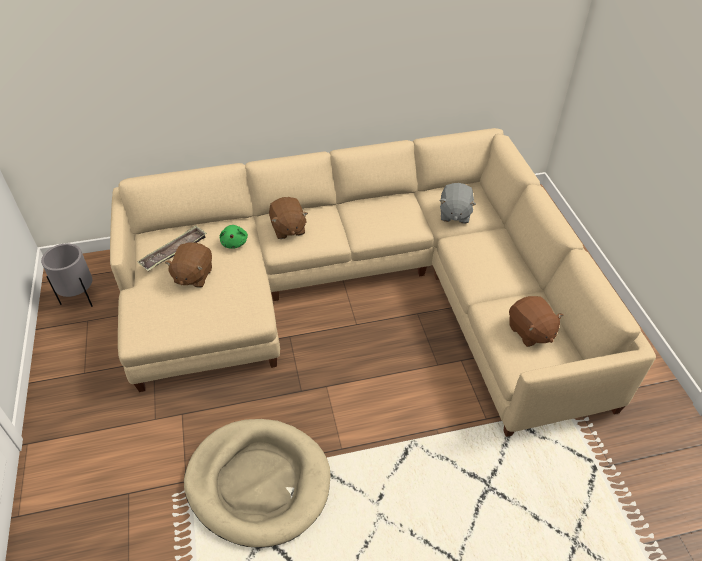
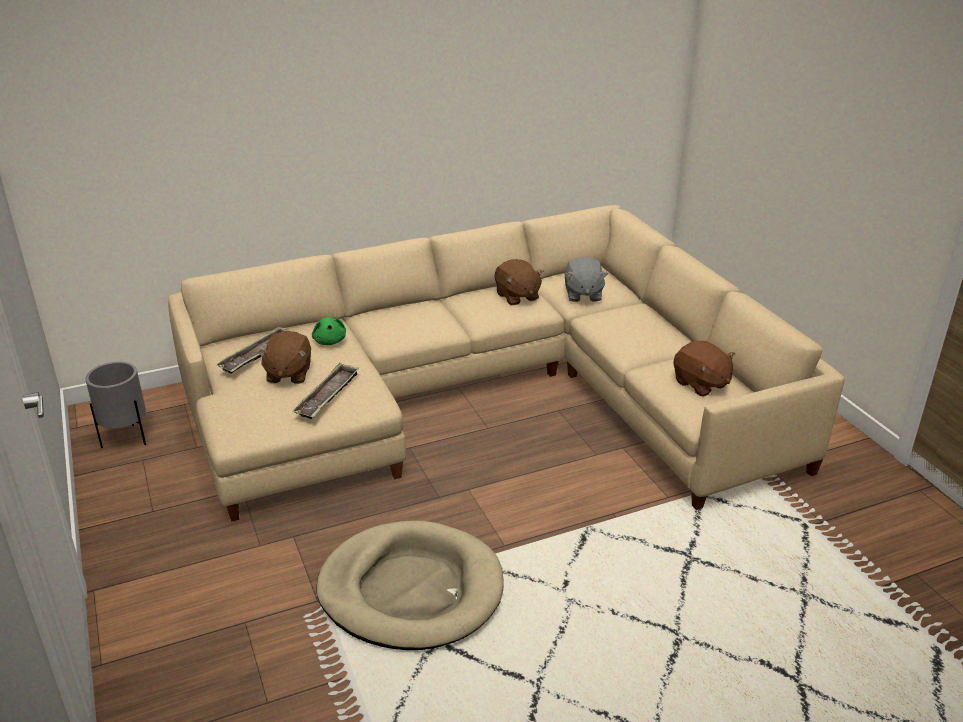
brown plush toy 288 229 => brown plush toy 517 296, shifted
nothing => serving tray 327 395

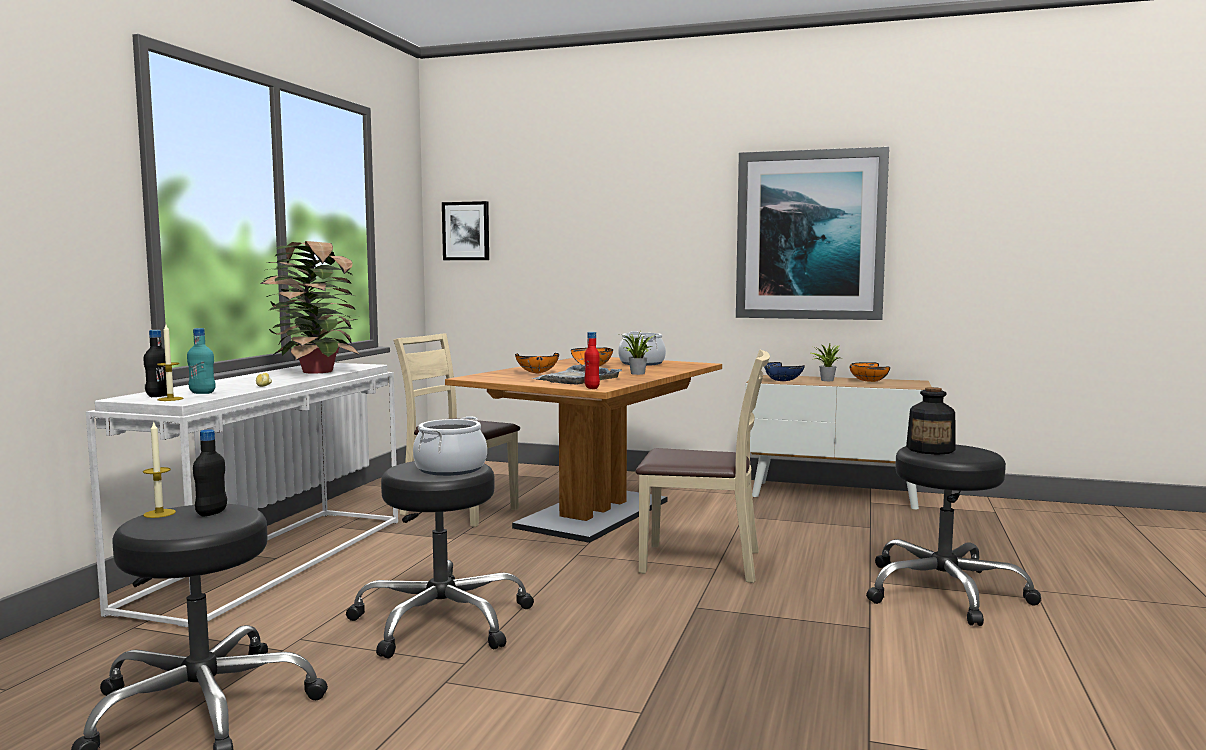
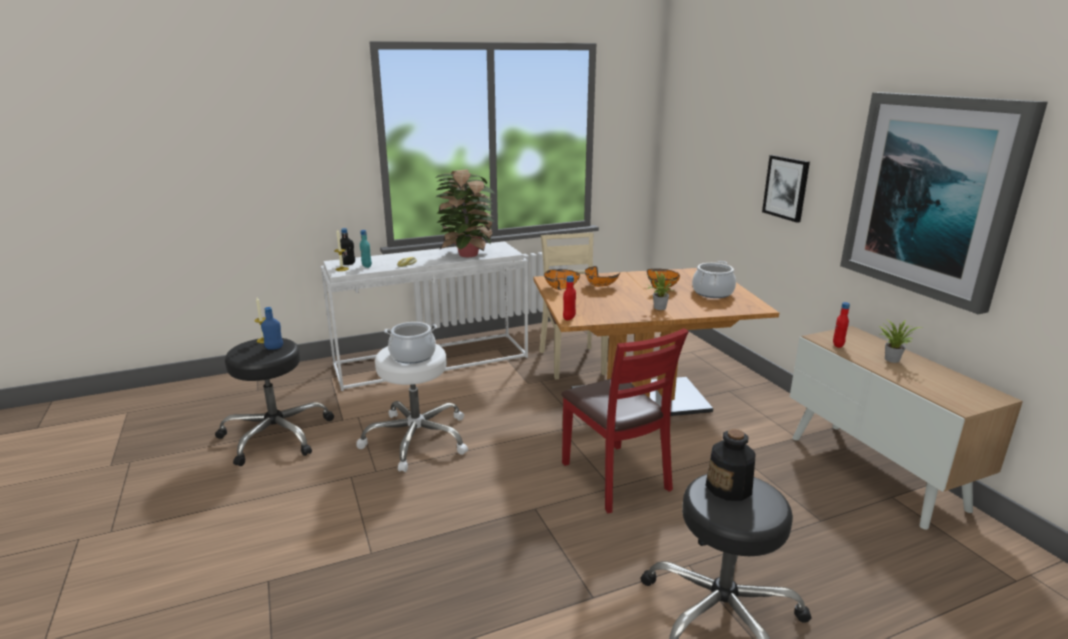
black-coloured drink bottle 212 513 => bluish drink bottle 274 348
black-coloured stool 442 621 => white-coloured stool 416 439
wall art 466 231 => wall art 786 188, shifted
greyish serving tray 577 379 => nothing
beige upright chair 702 562 => reddish upright chair 615 477
bluish serving bowl 780 381 => reddish drink bottle 838 345
orange-coloured serving bowl 867 381 => orange-coloured serving bowl 558 288, shifted

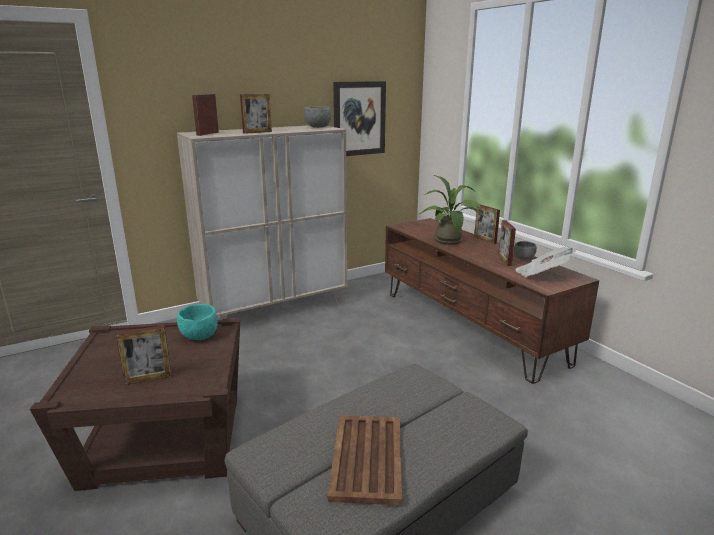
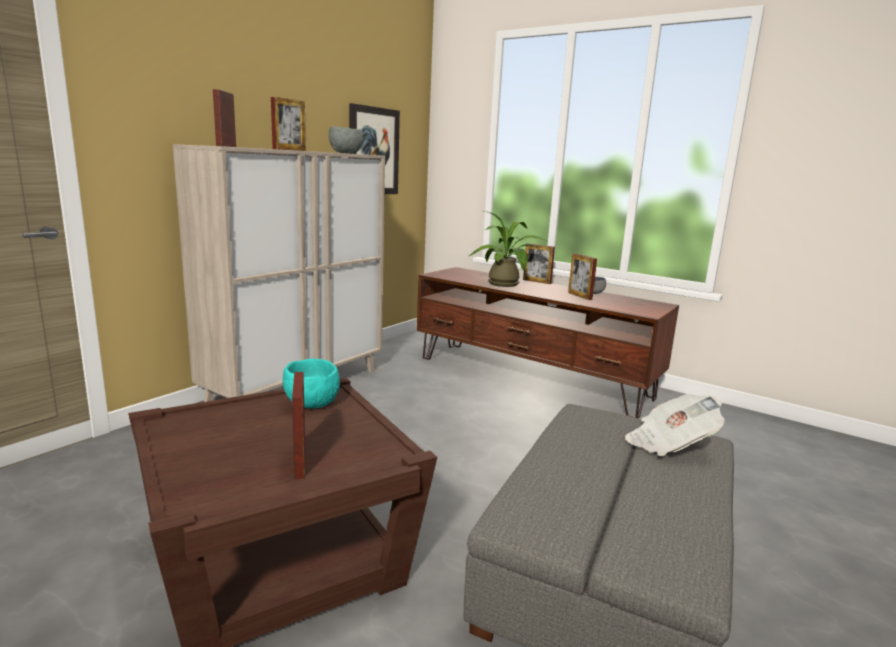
standing frame 148 379 => standing frame 300 461, 120 degrees clockwise
brown serving tray 366 458 => nothing
newspaper 541 275 => newspaper 669 444, shifted

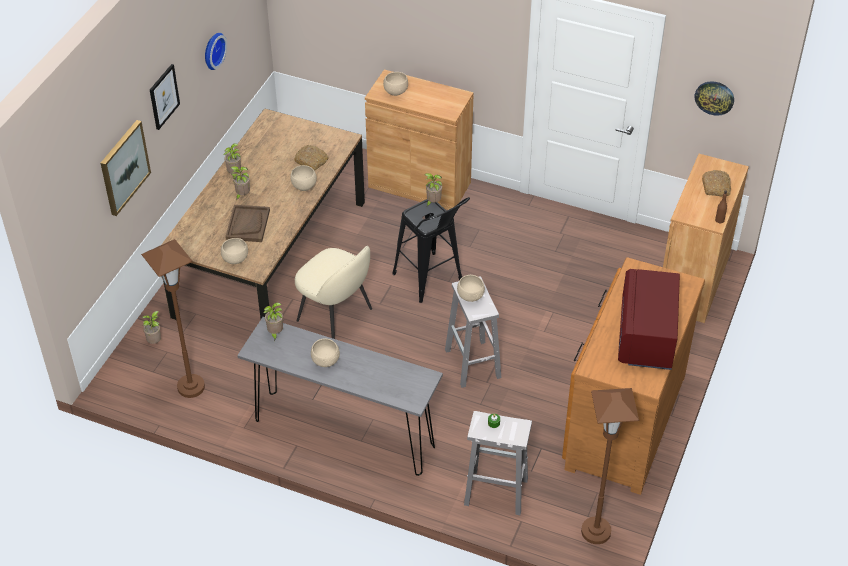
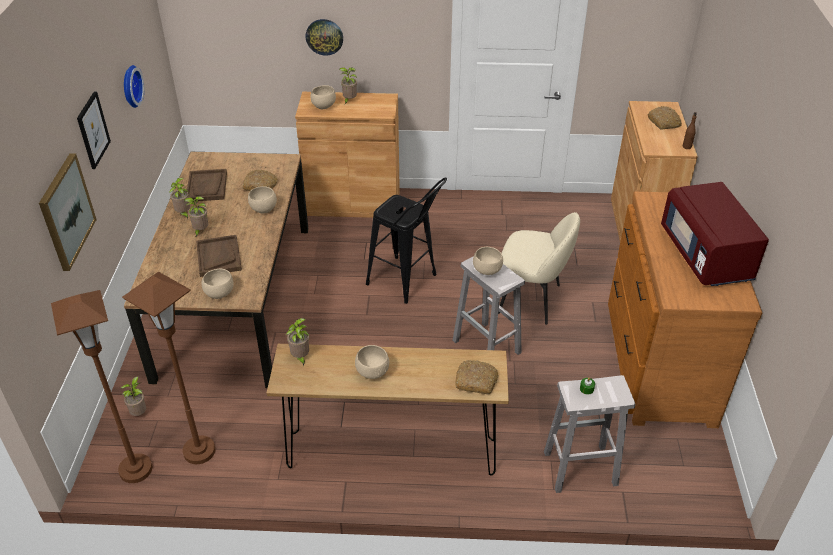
greyish narrow table 344 434 => brown narrow table 391 453
beige upright chair 336 315 => beige upright chair 531 299, shifted
potted plant 433 202 => potted plant 349 101, shifted
brown floor lamp 596 531 => brown floor lamp 136 469, shifted
clock on the wall 714 97 => clock on the wall 324 37, shifted
nothing => brown serving tray 207 187
nothing => bakery bread 476 381

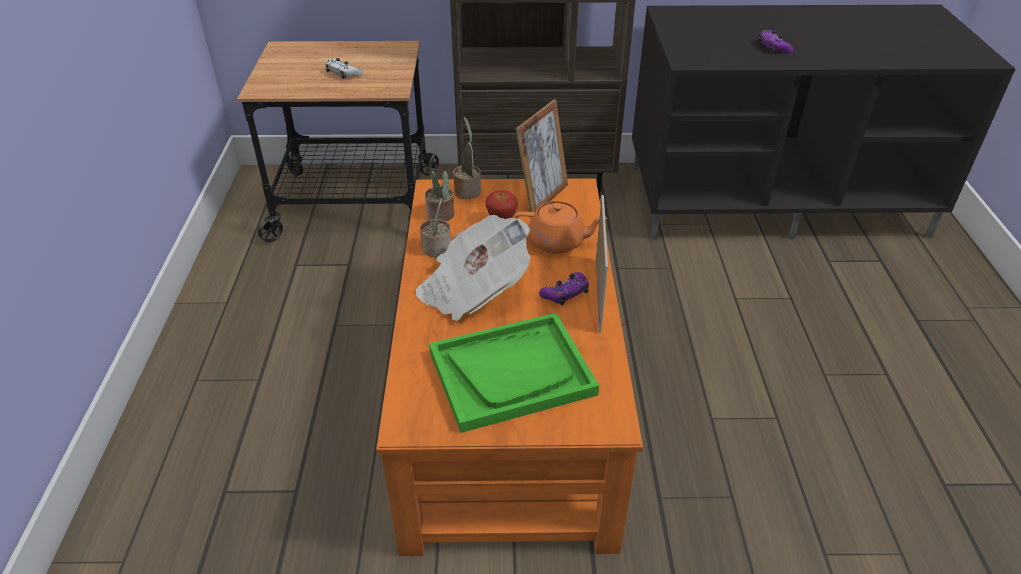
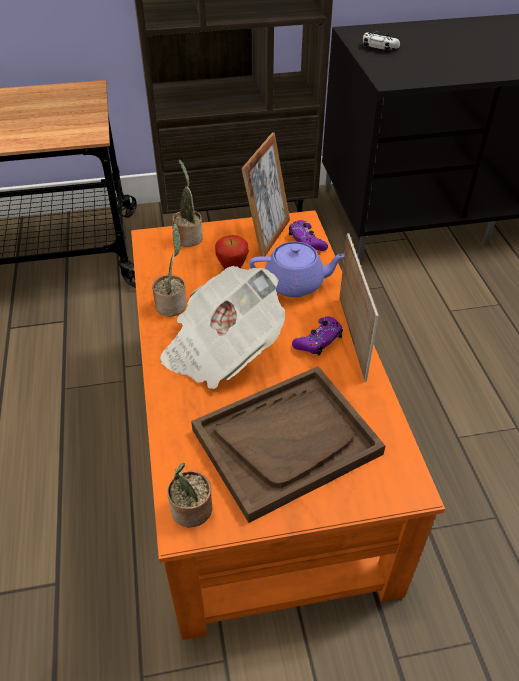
white-coloured joypad 343 73 => white-coloured joypad 379 47, shifted
potted plant 440 215 => potted plant 191 511, shifted
green-coloured serving tray 512 373 => brown serving tray 286 441
orange-coloured pot for tea 557 242 => purple pot for tea 295 284
purple joypad 773 47 => purple joypad 306 241, shifted

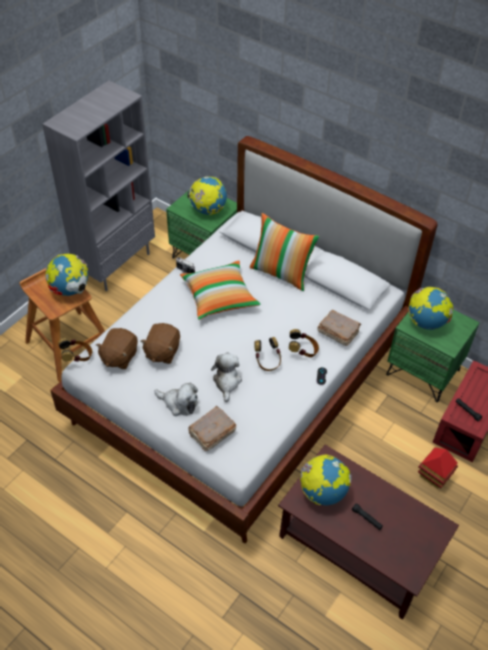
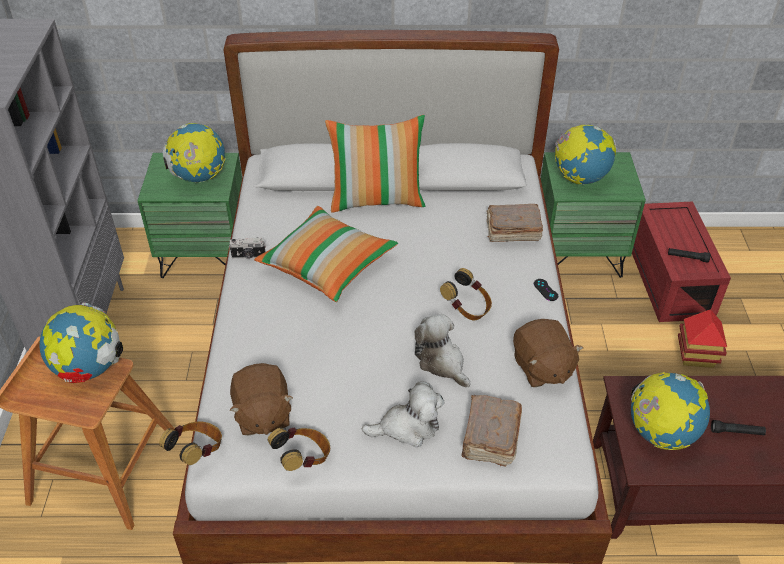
brown plush toy 162 352 => brown plush toy 541 368, shifted
headphones 303 351 => headphones 303 458, shifted

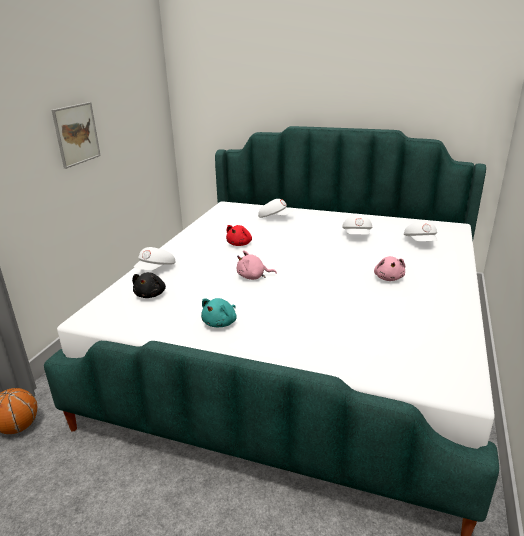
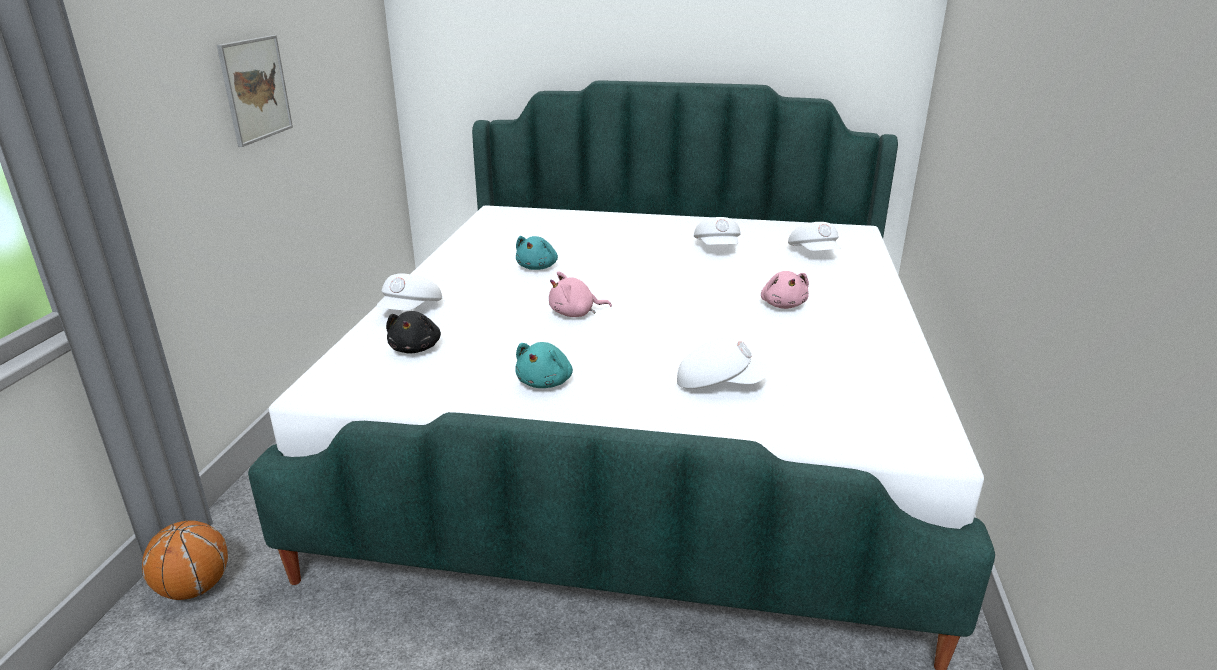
reddish plush toy 240 244 => blue-green plush toy 538 267
white-coloured baseball cap 275 217 => white-coloured baseball cap 719 384, shifted

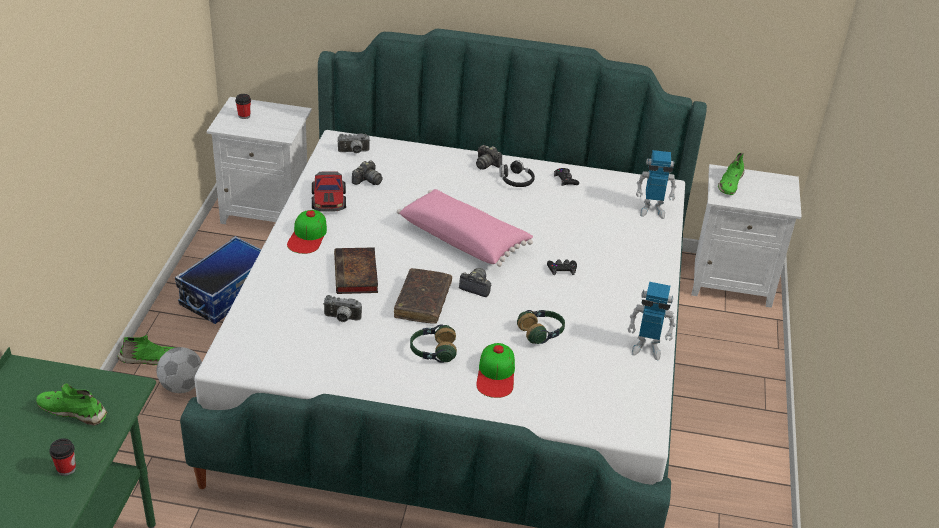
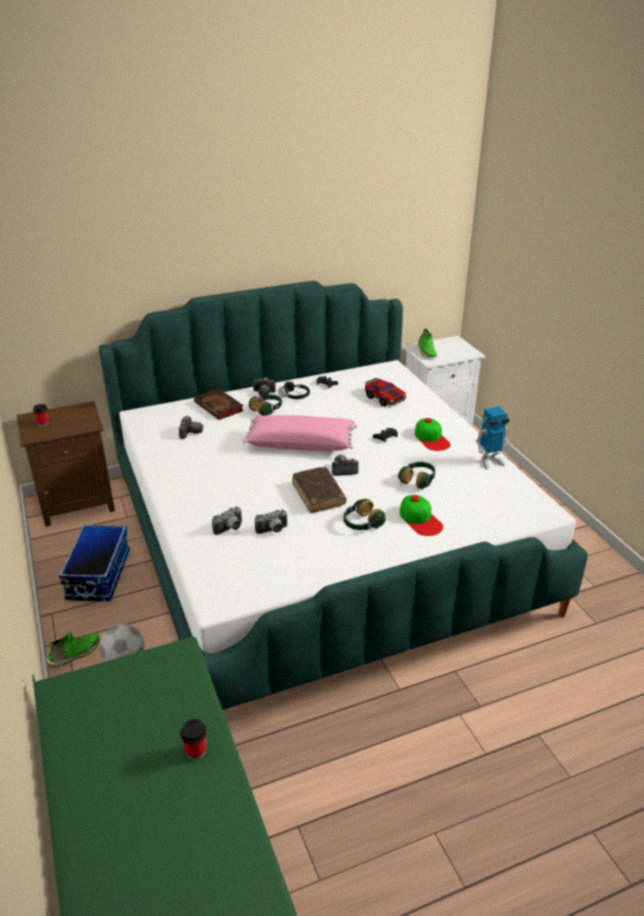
green-coloured low shoe 73 411 => nothing
white-coloured night table 266 211 => brown night table 77 503
baseball cap 308 236 => baseball cap 431 438, shifted
model car 329 199 => model car 384 398, shifted
bound book 356 275 => bound book 220 407, shifted
still camera 354 152 => still camera 230 529, shifted
toy robot 652 210 => nothing
nothing => headphones 267 410

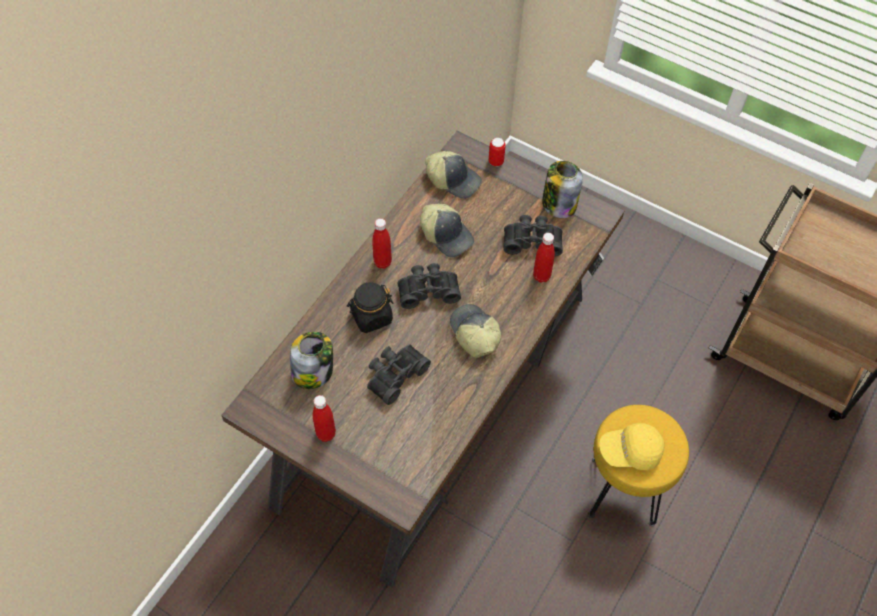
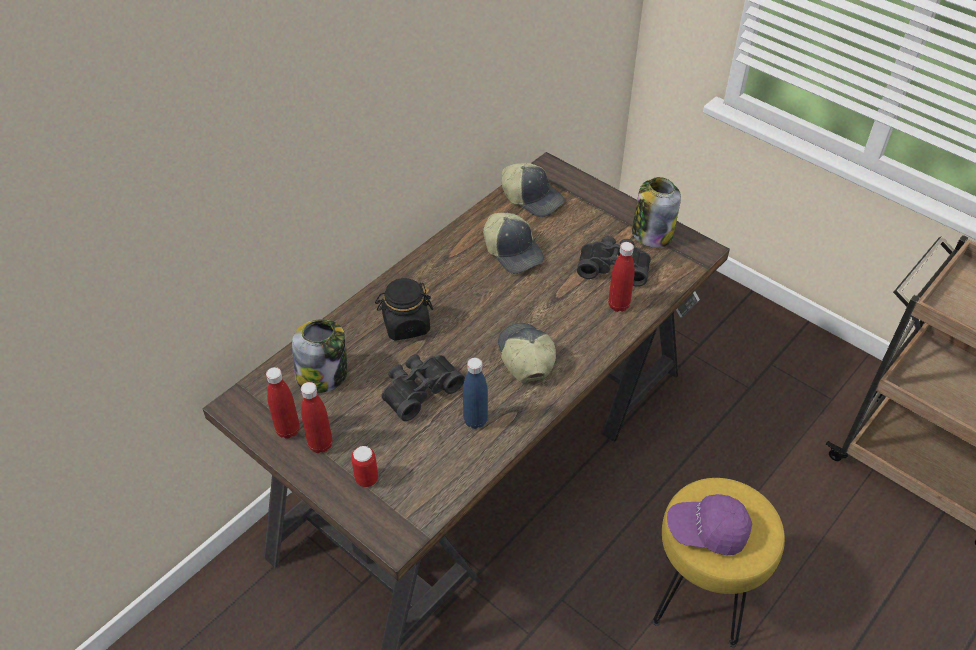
reddish drink bottle 382 262 => reddish drink bottle 288 430, shifted
black-coloured binoculars 428 289 => nothing
metal can 496 162 => metal can 366 479, shifted
yellow-coloured baseball cap 630 451 => purple baseball cap 707 531
nothing => bluish drink bottle 475 420

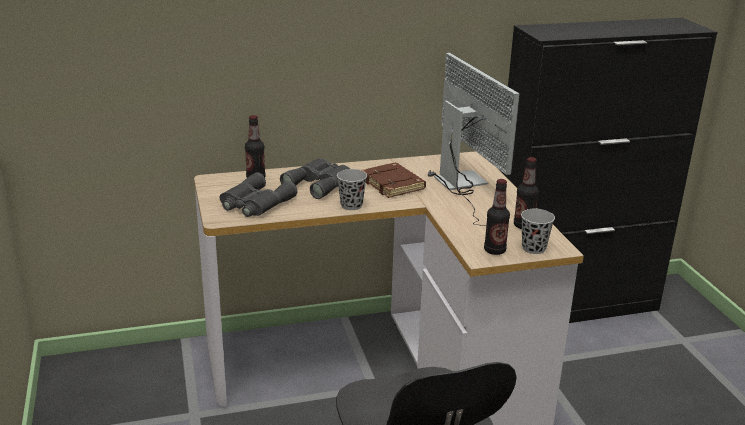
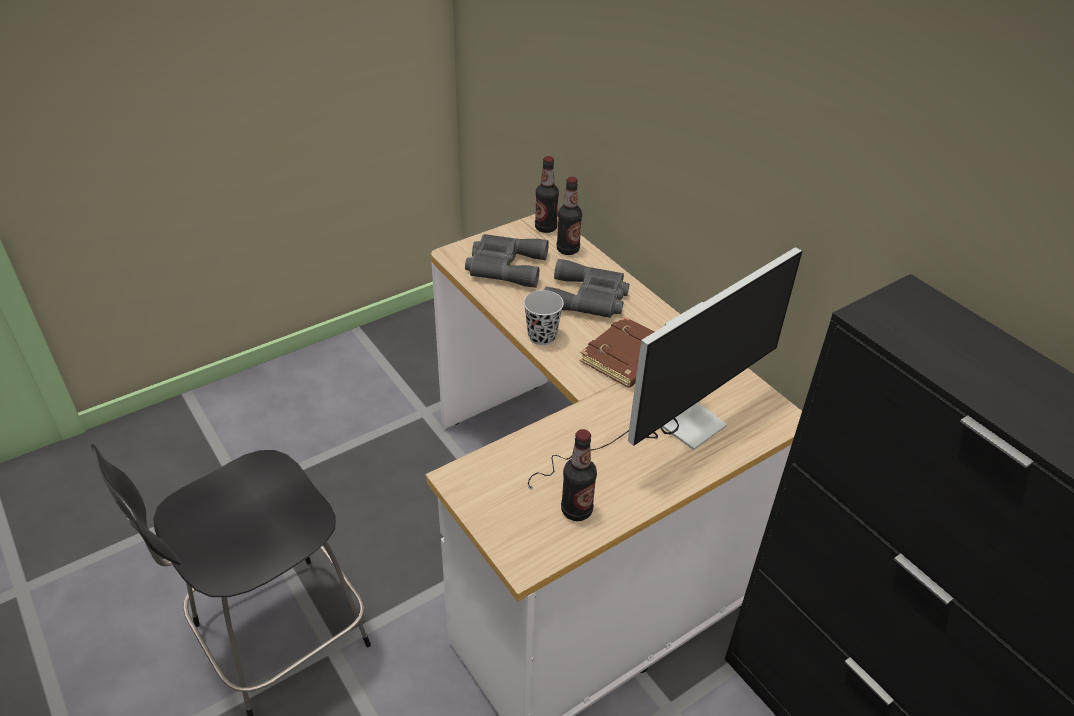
drink bottle 494 250 => drink bottle 545 228, shifted
black-coloured drinking cup 533 248 => nothing

